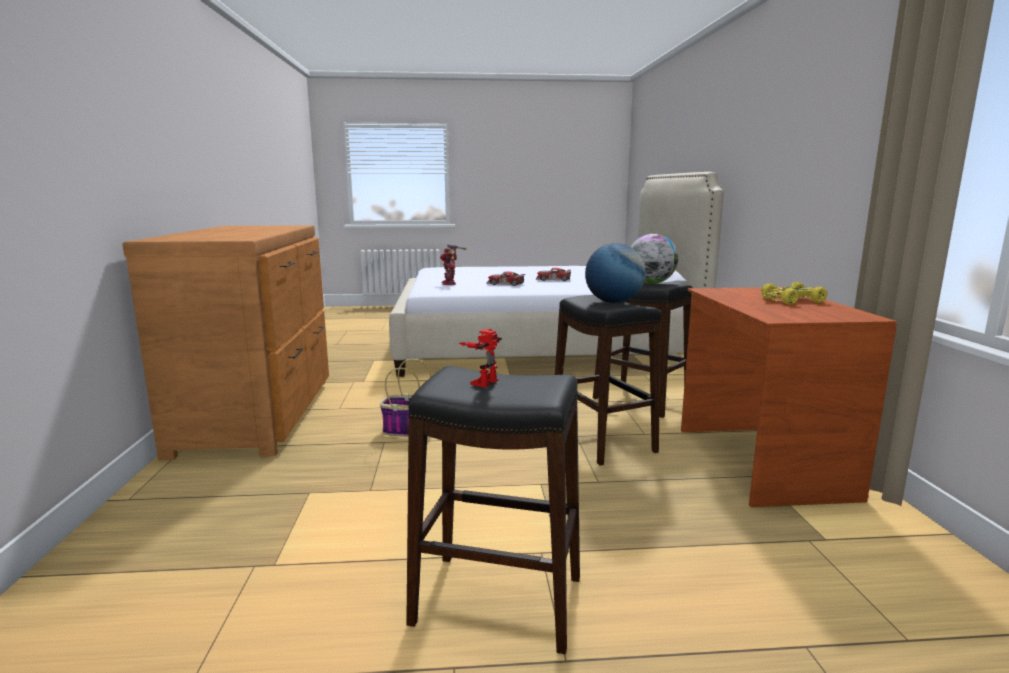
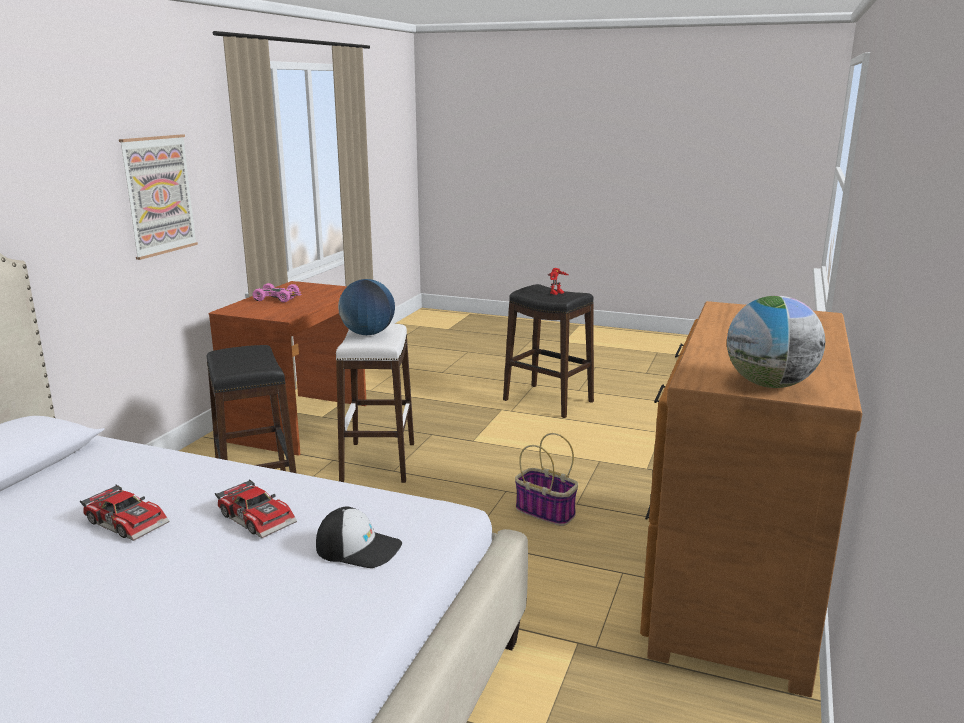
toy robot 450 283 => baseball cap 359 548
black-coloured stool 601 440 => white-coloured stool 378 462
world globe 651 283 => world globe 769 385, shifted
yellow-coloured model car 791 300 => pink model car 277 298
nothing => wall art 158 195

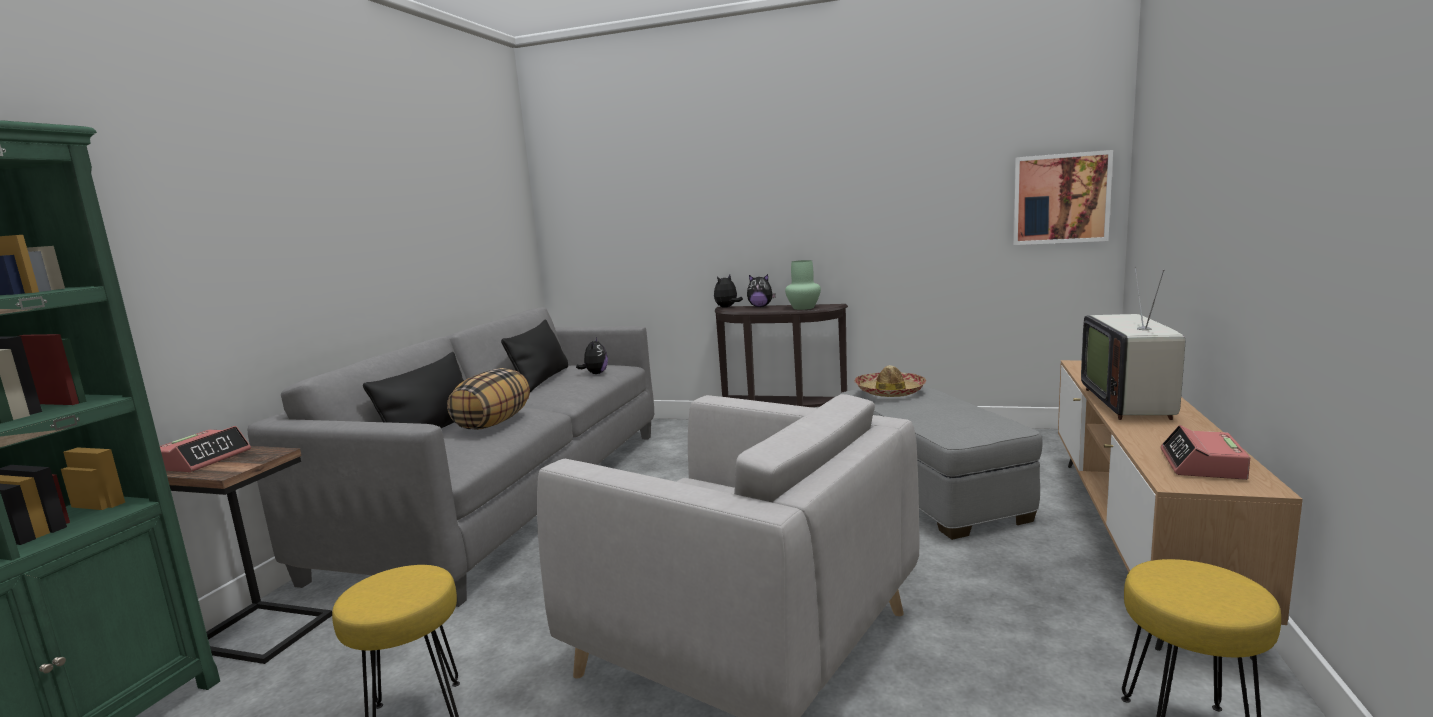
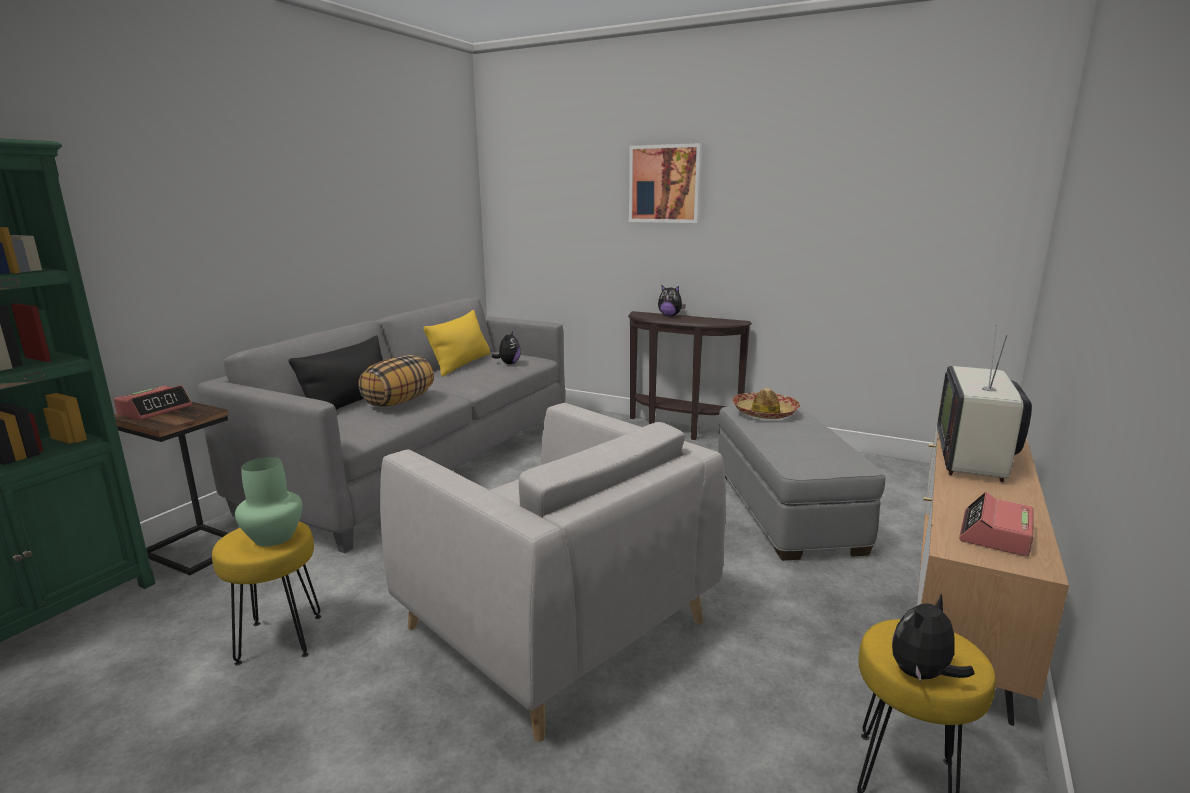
black-coloured pillow 542 380 => yellow-coloured pillow 461 364
plush toy 727 307 => plush toy 922 675, shifted
green-coloured vase 803 308 => green-coloured vase 274 537, shifted
wall art 1060 198 => wall art 664 184, shifted

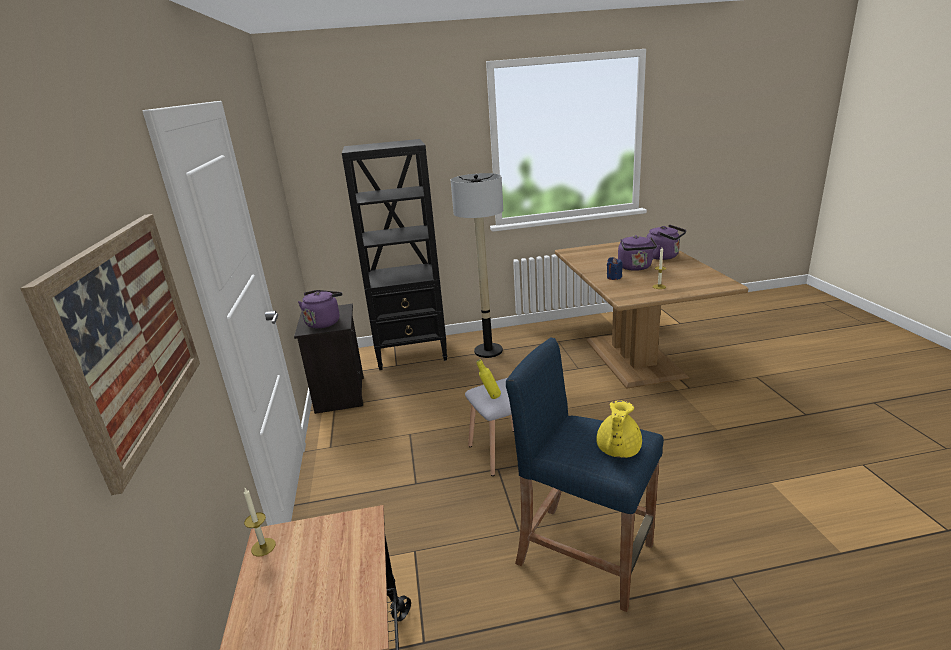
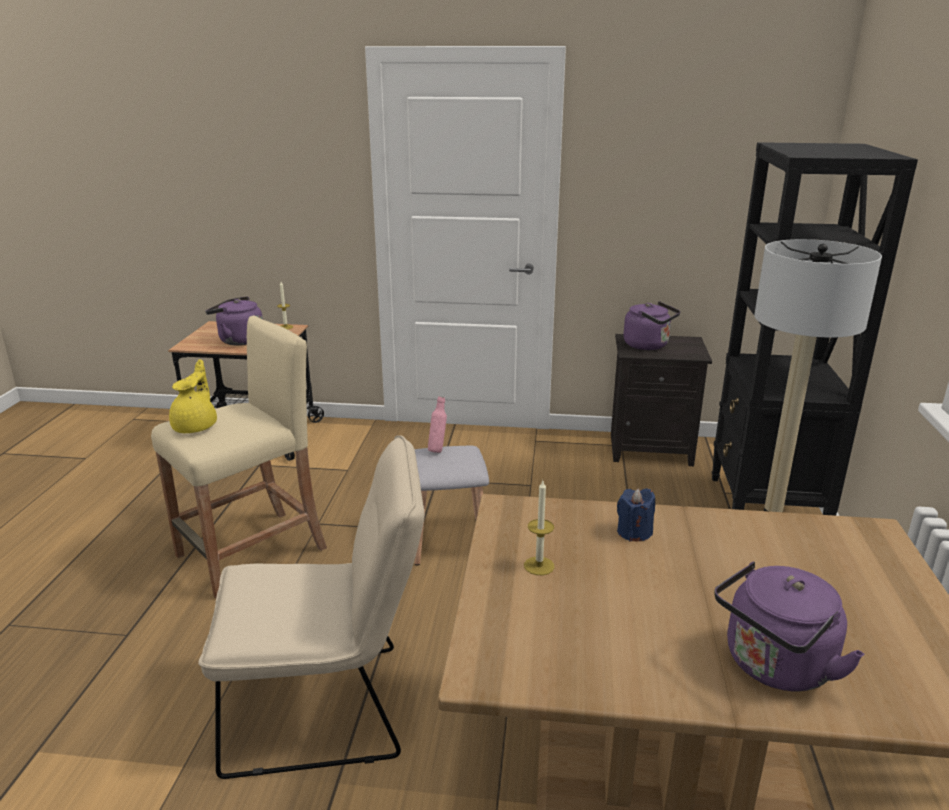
wall art 130 336 => nothing
yellow-coloured drink bottle 490 397 => pink drink bottle 437 450
bluish stool 584 554 => beige stool 252 552
yellow-coloured pot for tea 617 450 => yellow-coloured pot for tea 196 426, 60 degrees clockwise
purple kettle 635 268 => purple kettle 238 340, shifted
nothing => beige upright chair 330 707

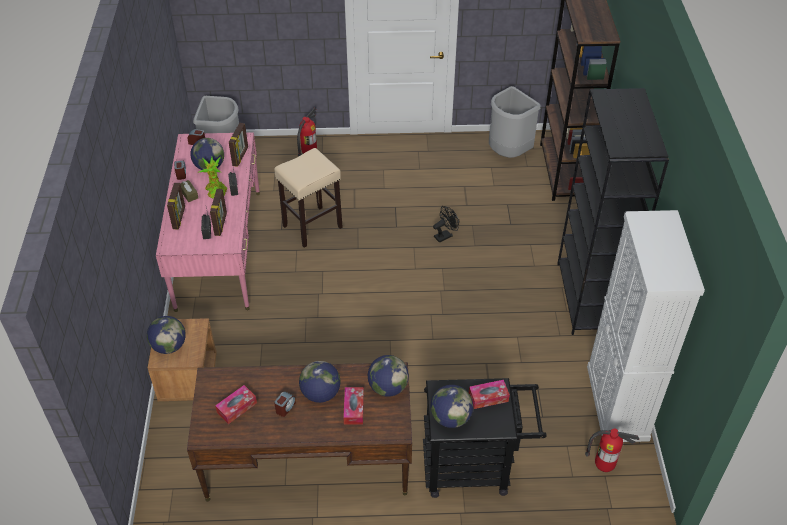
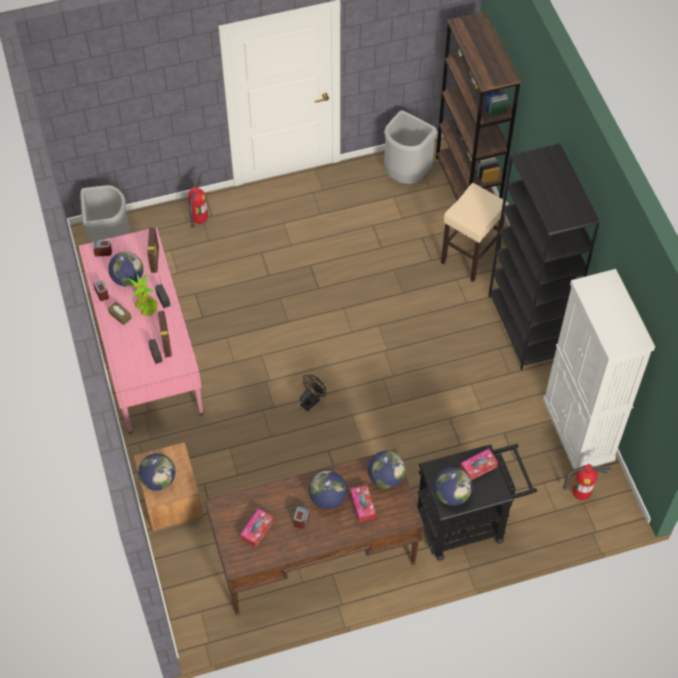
standing frame 179 218 => nothing
beige stool 312 227 => beige stool 470 258, shifted
black-coloured cooling fan 445 235 => black-coloured cooling fan 312 400, shifted

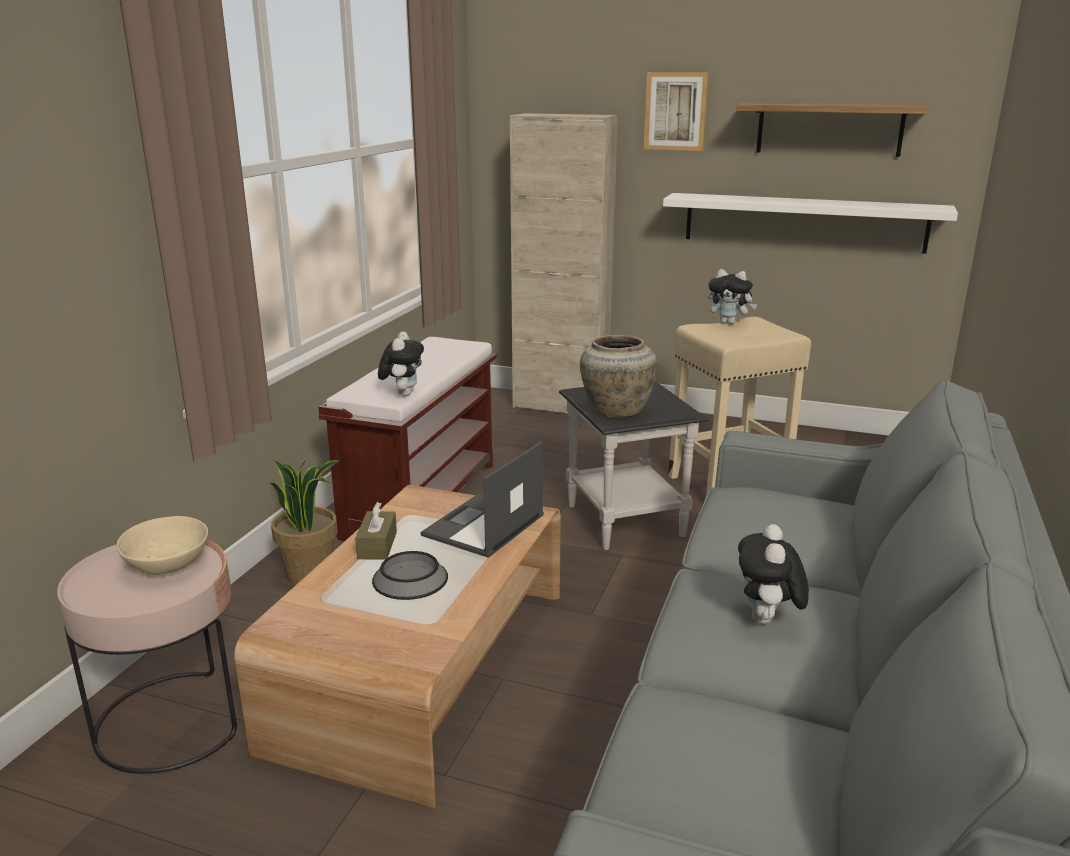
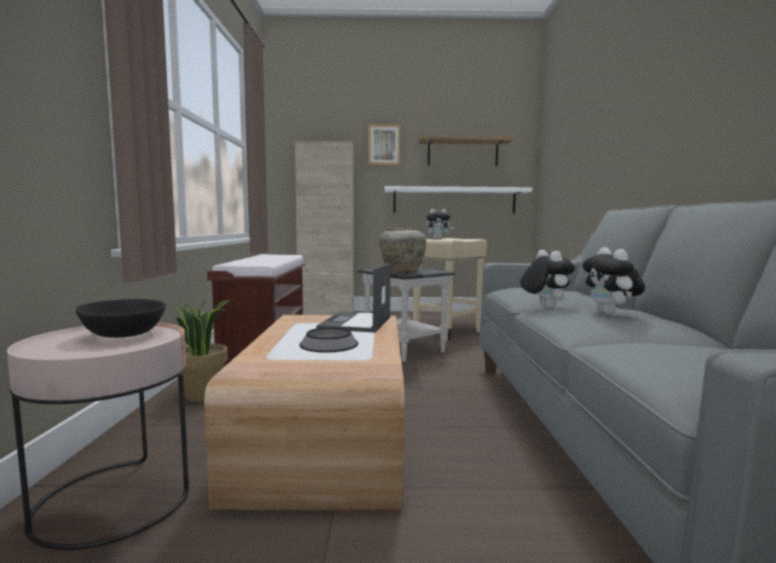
beige serving bowl 168 564 => black-coloured serving bowl 125 334
brown tissue holder 377 545 => nothing
plush toy 403 394 => plush toy 544 308, shifted

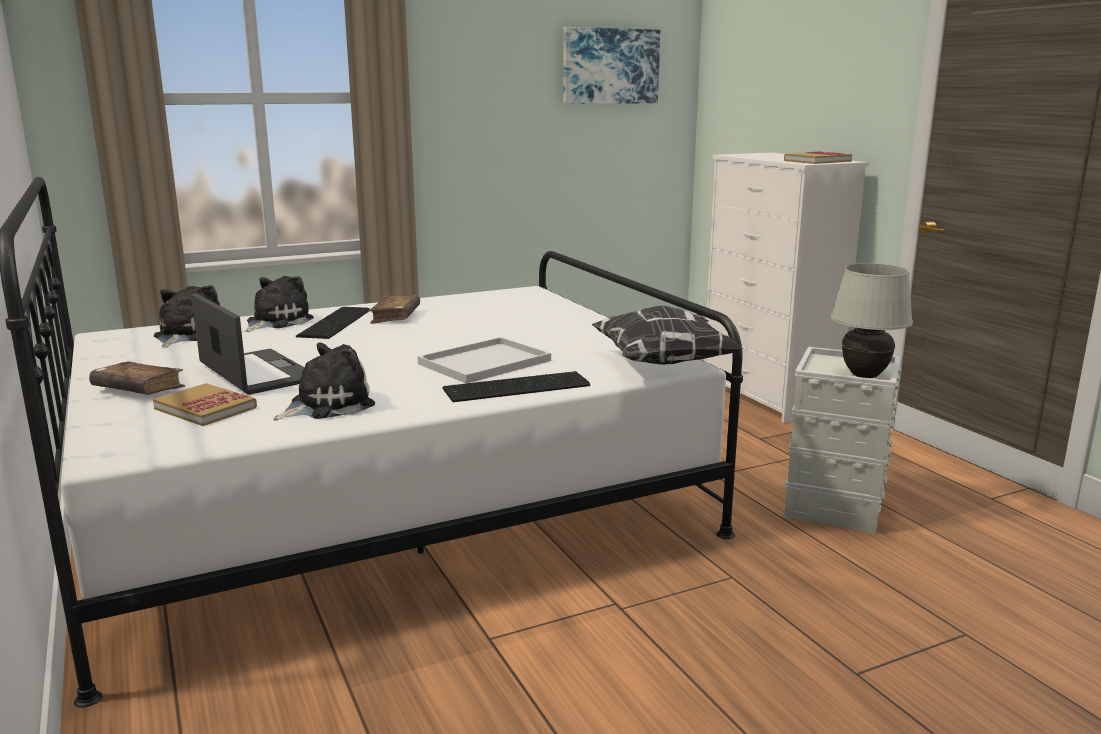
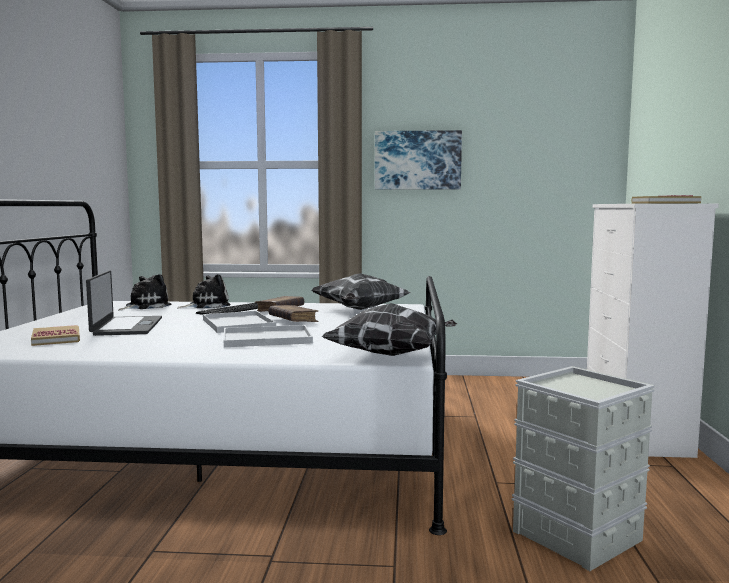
brown bound book 138 389 => brown bound book 293 320, shifted
plush toy 327 405 => nothing
keyboard 514 386 => nothing
wall art 610 66 => wall art 417 160, shifted
white-coloured table lamp 865 376 => nothing
nothing => white-coloured serving tray 239 324
nothing => pillow 359 310

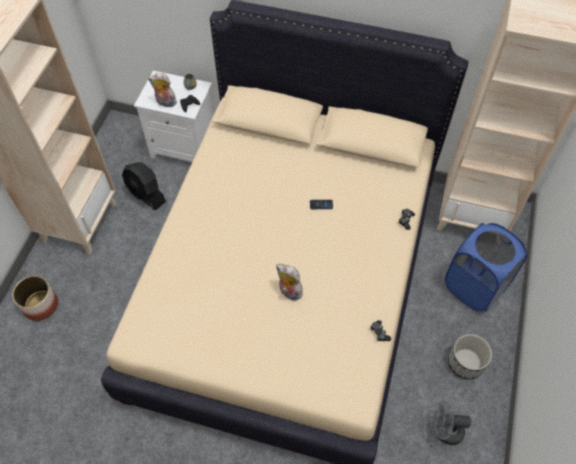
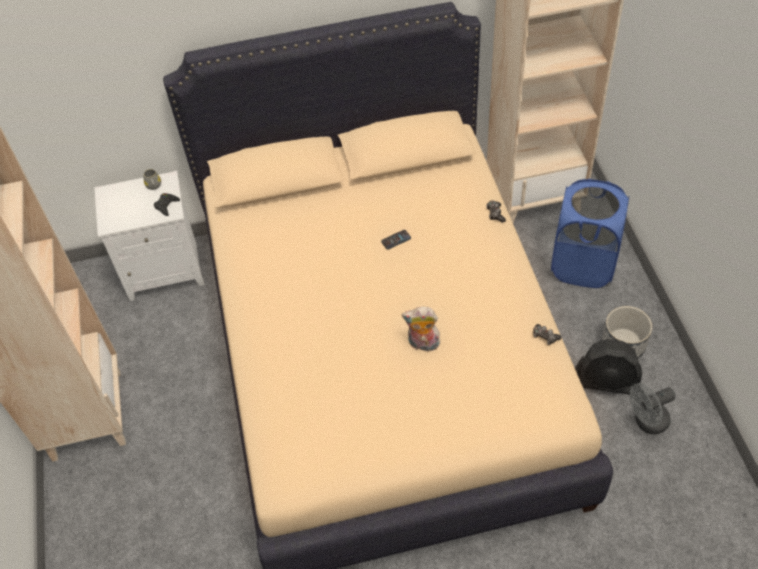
flower pot 41 305 => nothing
black-coloured cooling fan 146 195 => black-coloured cooling fan 606 382, shifted
plush toy 165 103 => nothing

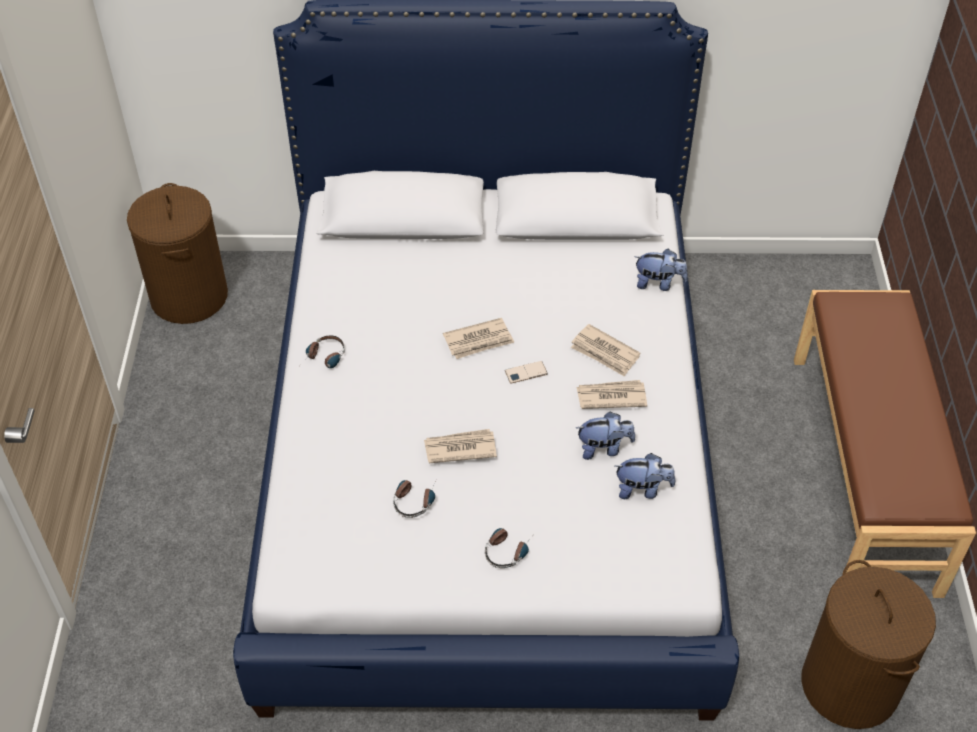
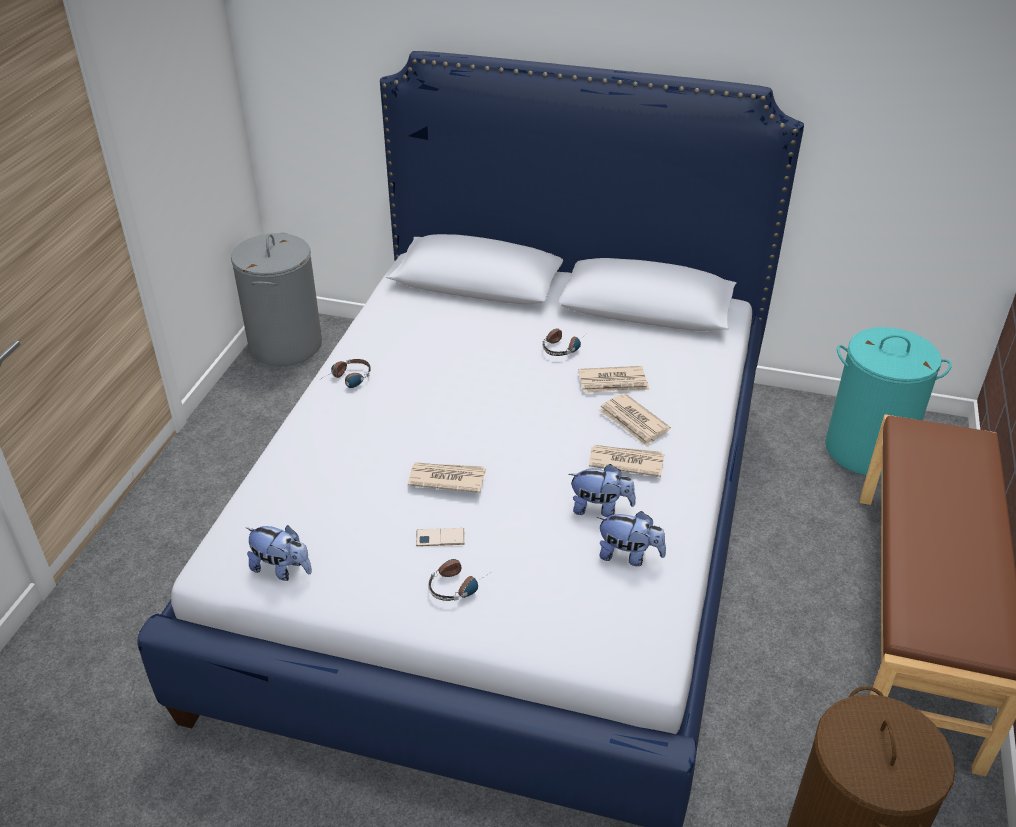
brown washing basket 189 297 => greyish washing basket 285 345
headphones 415 498 => headphones 563 346, shifted
newspaper 479 341 => newspaper 613 383, shifted
handset 526 372 => handset 440 537, shifted
plush toy 658 283 => plush toy 282 569, shifted
nothing => blue-green washing basket 867 449

